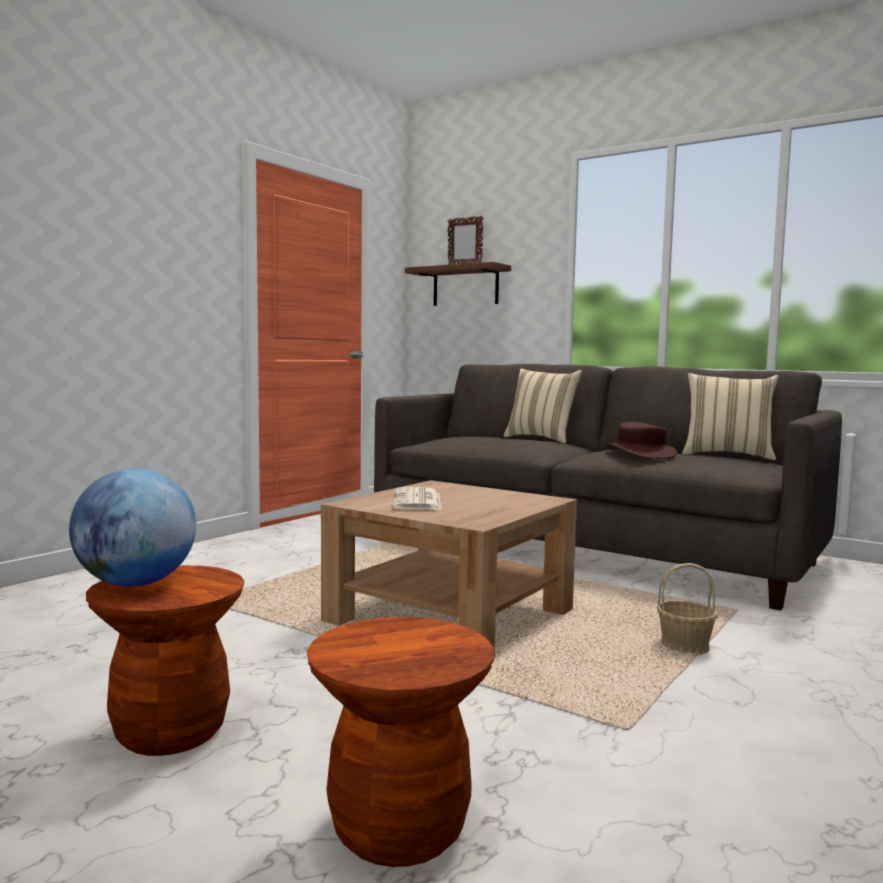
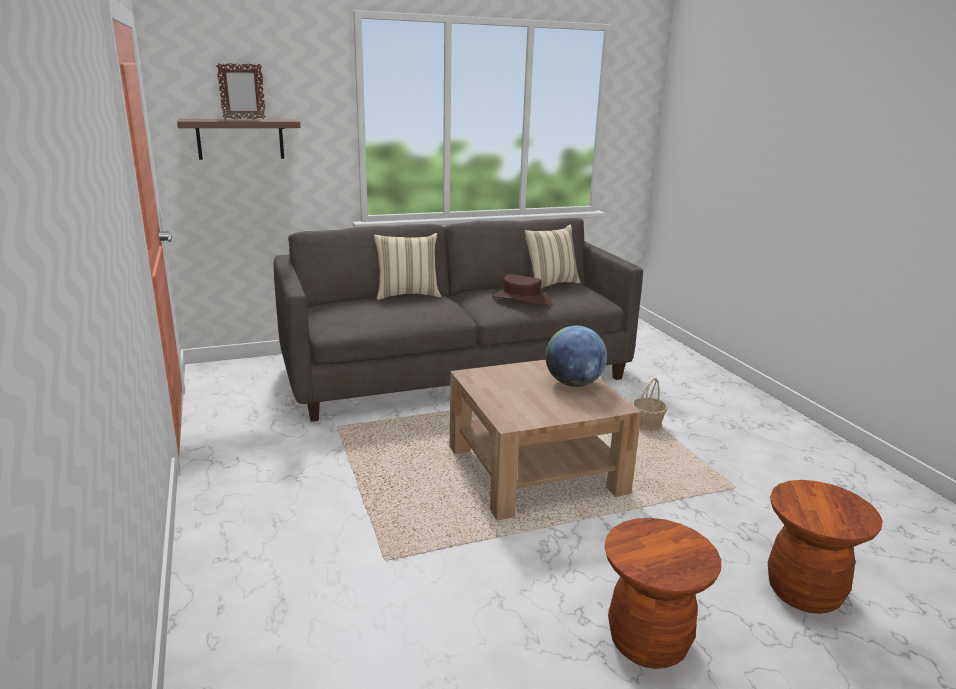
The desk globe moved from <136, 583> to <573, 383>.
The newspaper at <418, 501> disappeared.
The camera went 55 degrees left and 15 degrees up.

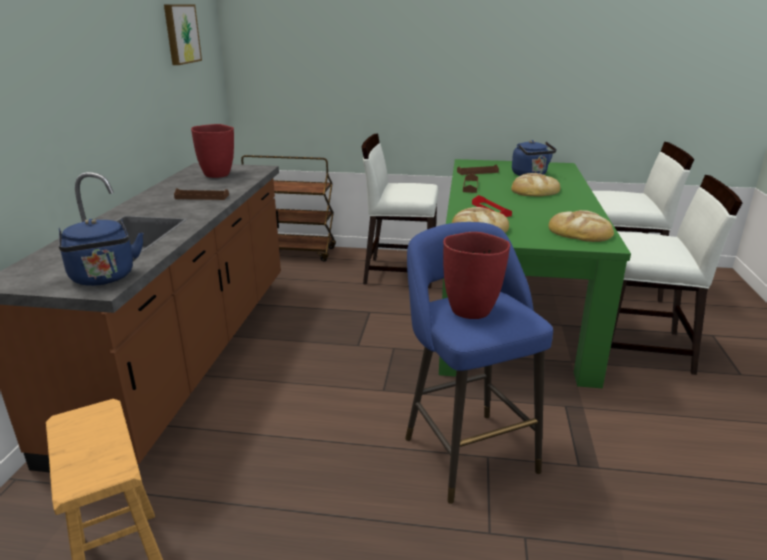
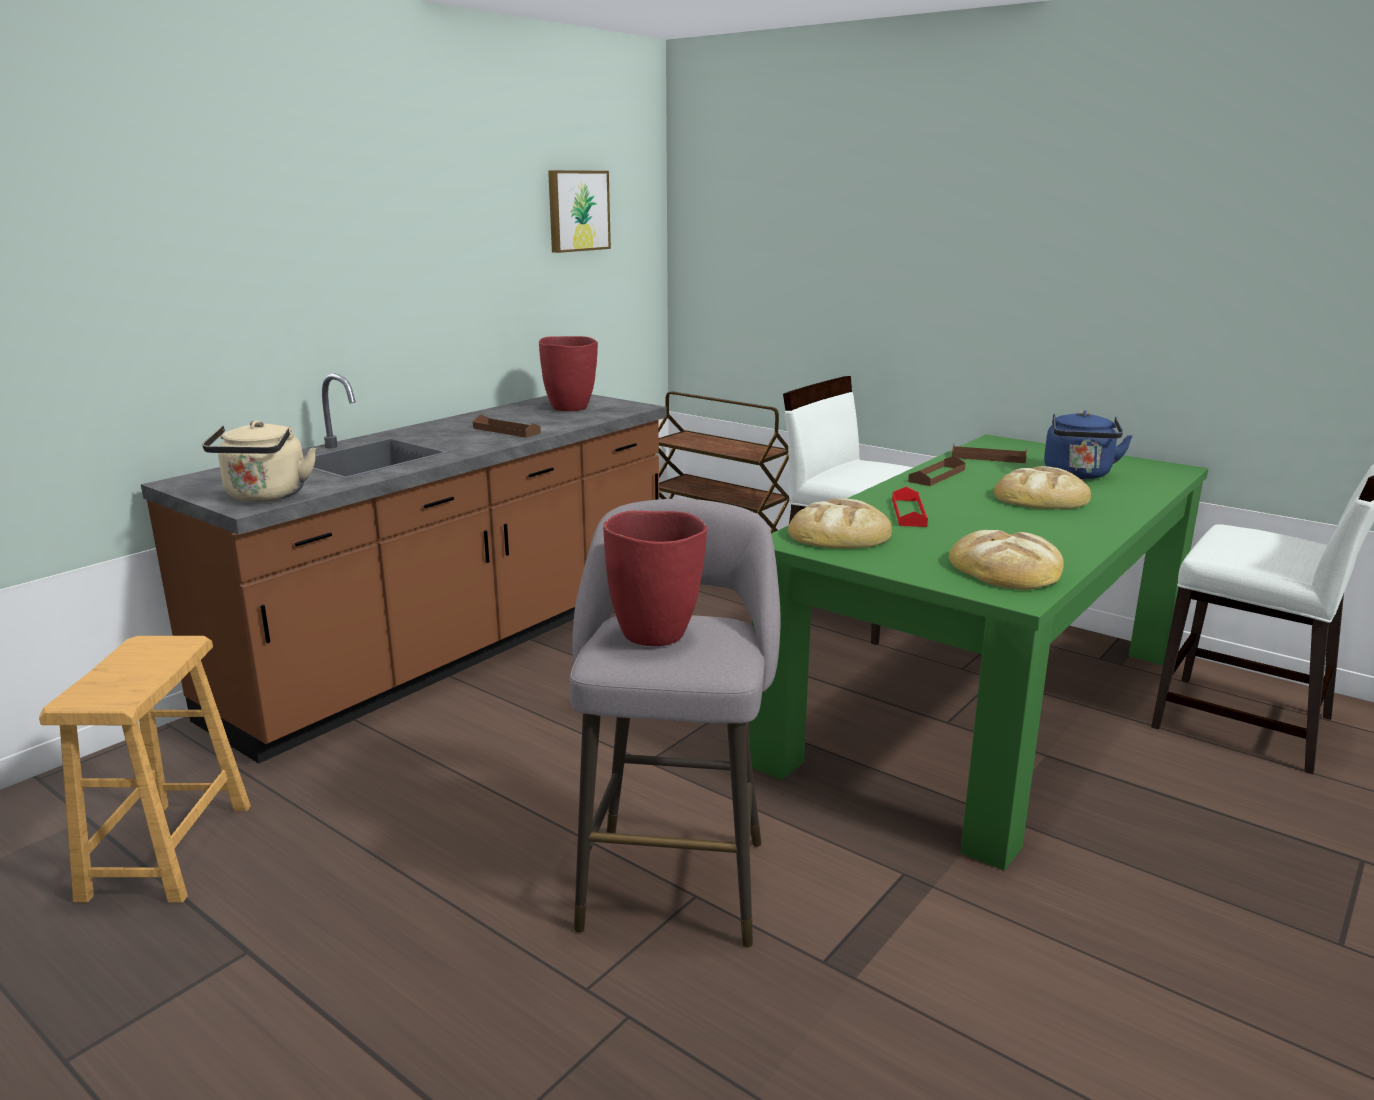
The blue kettle at <104, 278> became the beige kettle at <265, 497>.
The blue stool at <466, 449> became the greyish stool at <675, 875>.
The white-coloured plain chair at <642, 348> disappeared.
The camera went 30 degrees right and 5 degrees down.

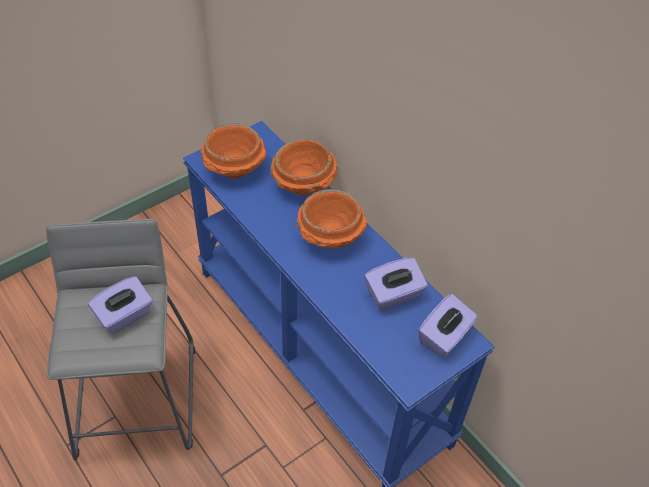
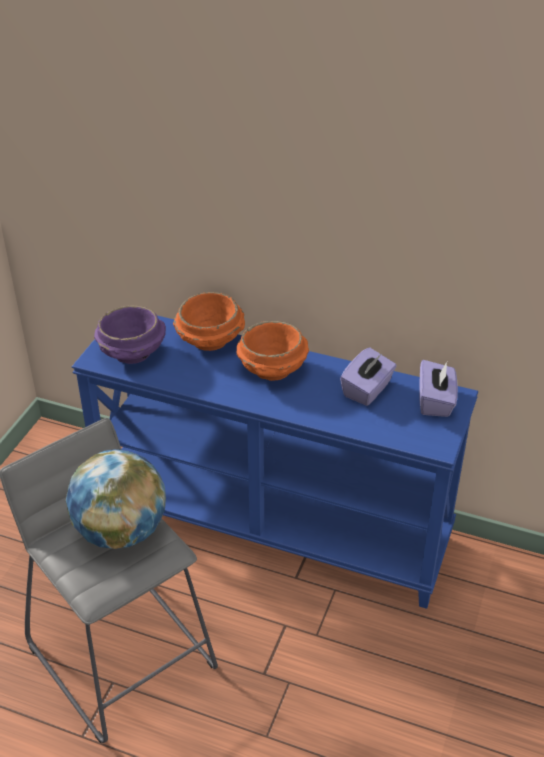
The purple box of tissues at <124, 315> was replaced by the desk globe at <121, 531>.
The orange serving bowl at <234, 168> became the purple serving bowl at <132, 354>.
The camera went 30 degrees left and 10 degrees down.

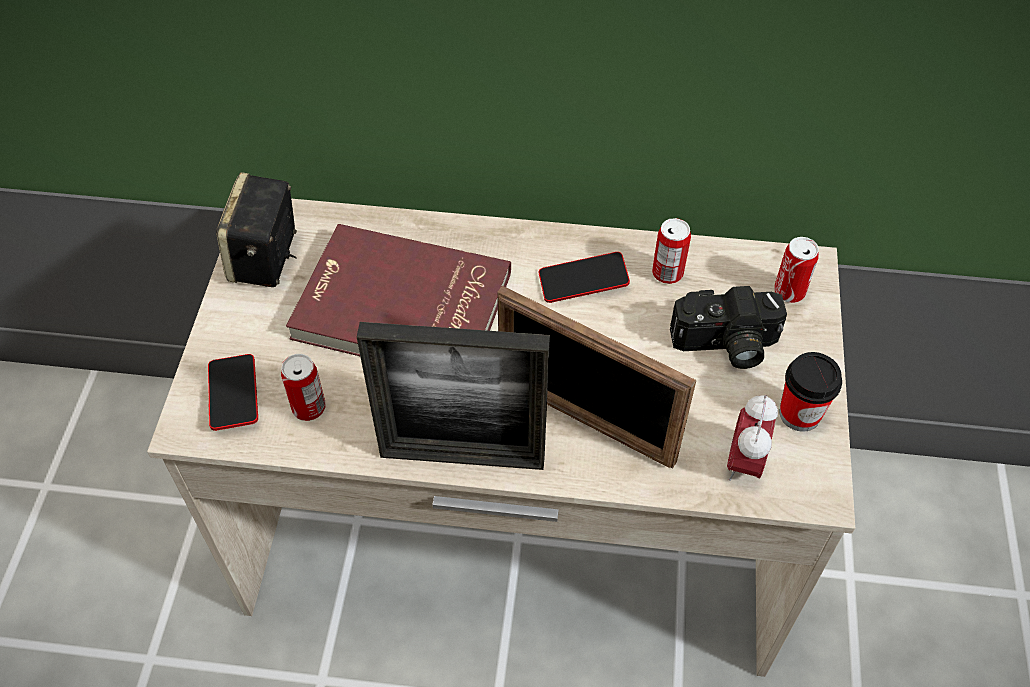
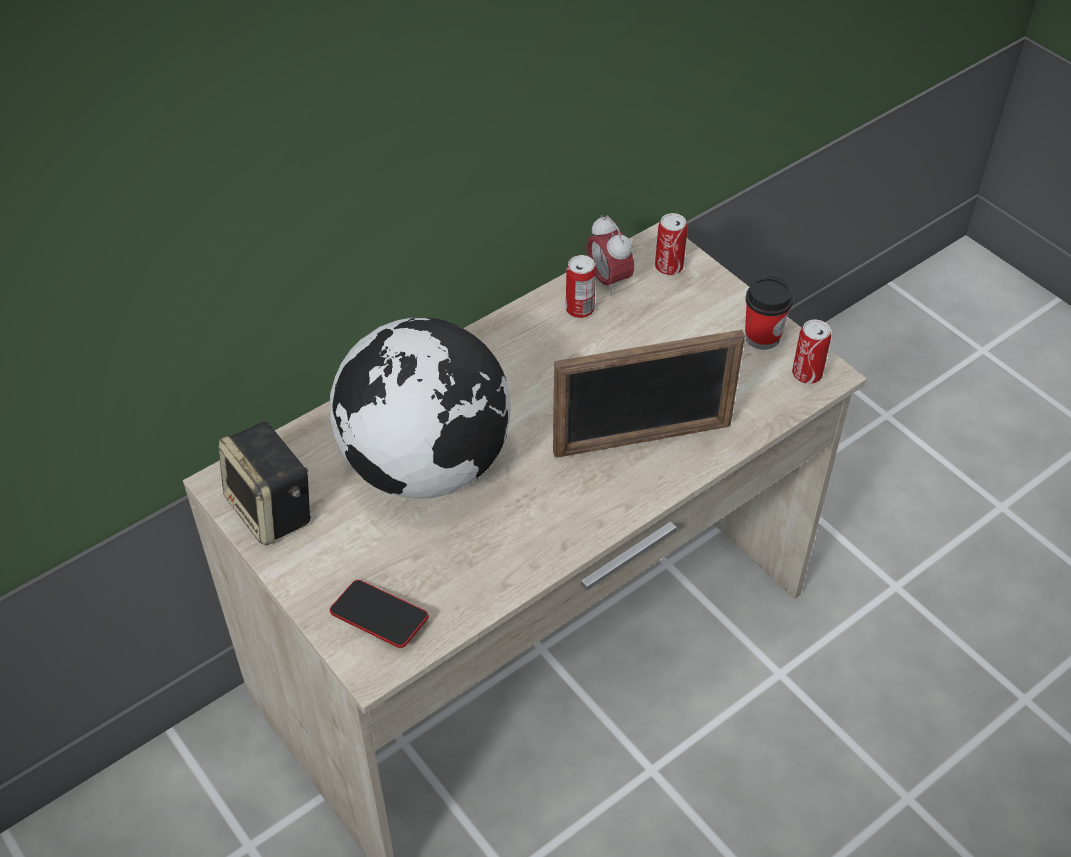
The sealed can moved from <308, 407> to <807, 374>.
The red-coloured book at <401, 309> was replaced by the desk globe at <426, 466>.
The photo frame at <462, 456> disappeared.
The handset at <583, 281> disappeared.
The still camera at <725, 345> disappeared.
The alarm clock moved from <744, 462> to <608, 280>.
The camera went 45 degrees left and 5 degrees down.

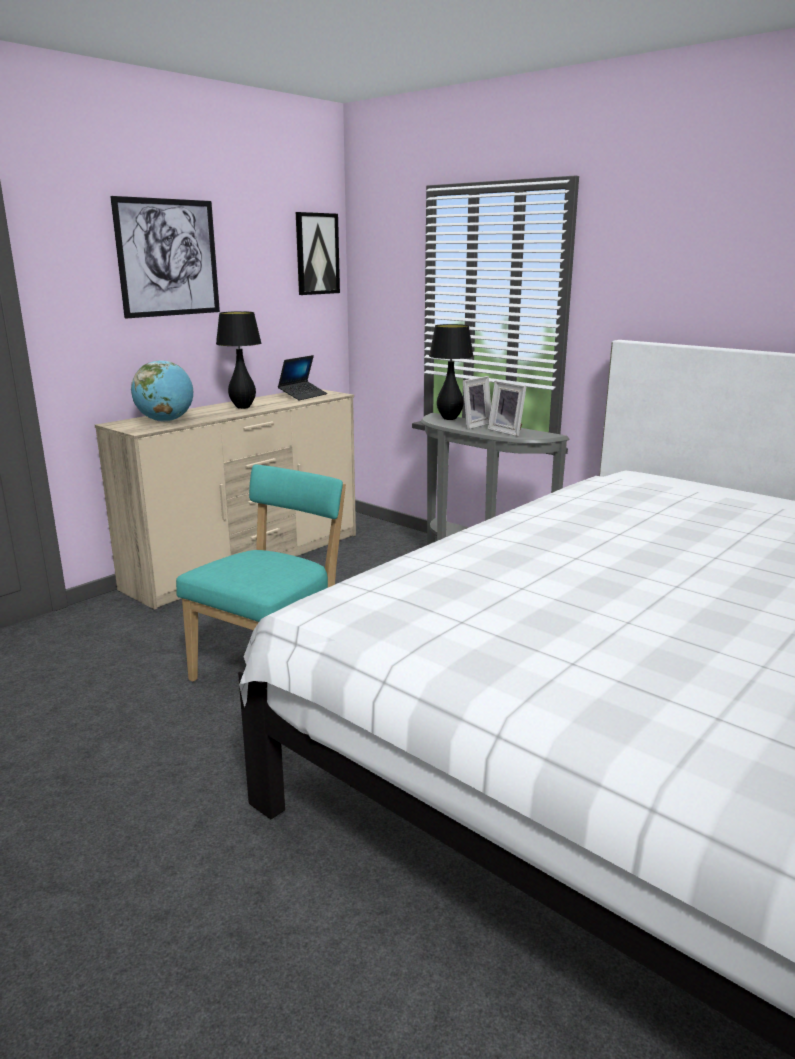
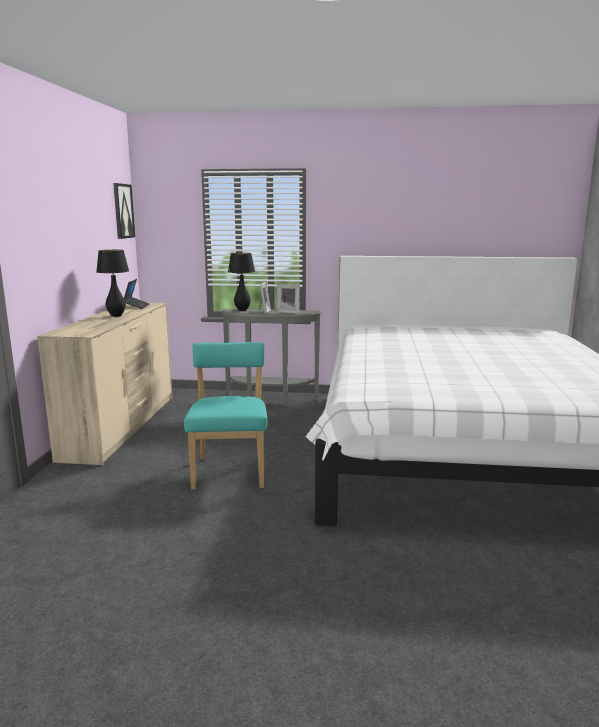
The picture at <168, 258> disappeared.
The desk globe at <166, 421> disappeared.
The camera went 35 degrees left and 5 degrees down.

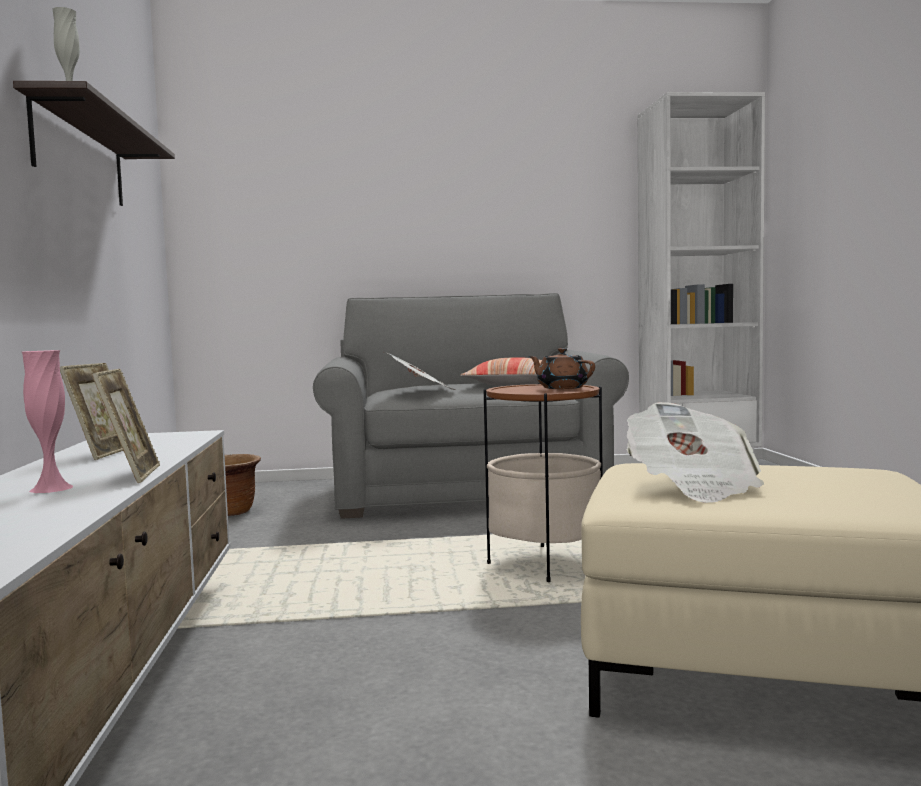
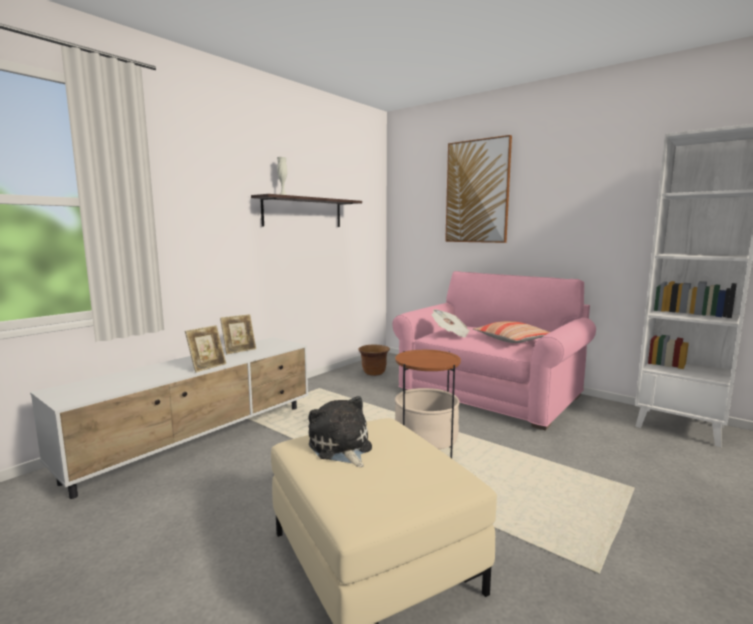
The pink-coloured vase at <51, 488> disappeared.
The greyish settee at <467, 492> became the pink-coloured settee at <490, 394>.
The brown-coloured pot for tea at <561, 388> disappeared.
The newspaper at <692, 487> was replaced by the plush toy at <341, 448>.
The picture at <477, 192> appeared.
The camera went 45 degrees right and 5 degrees up.

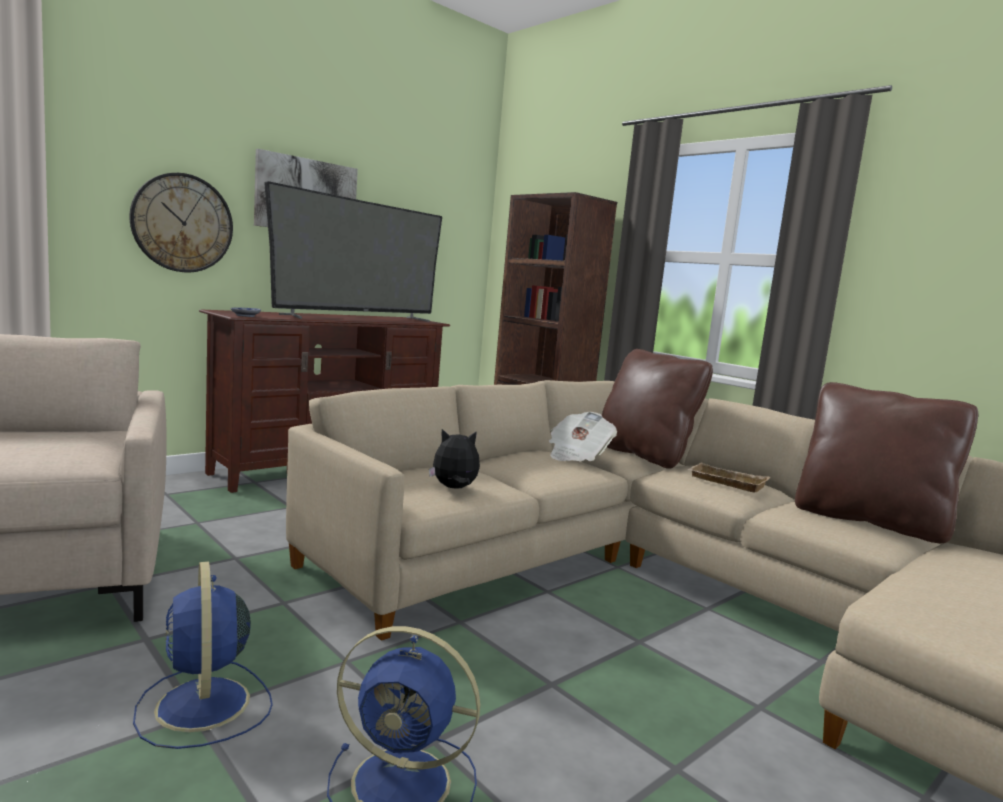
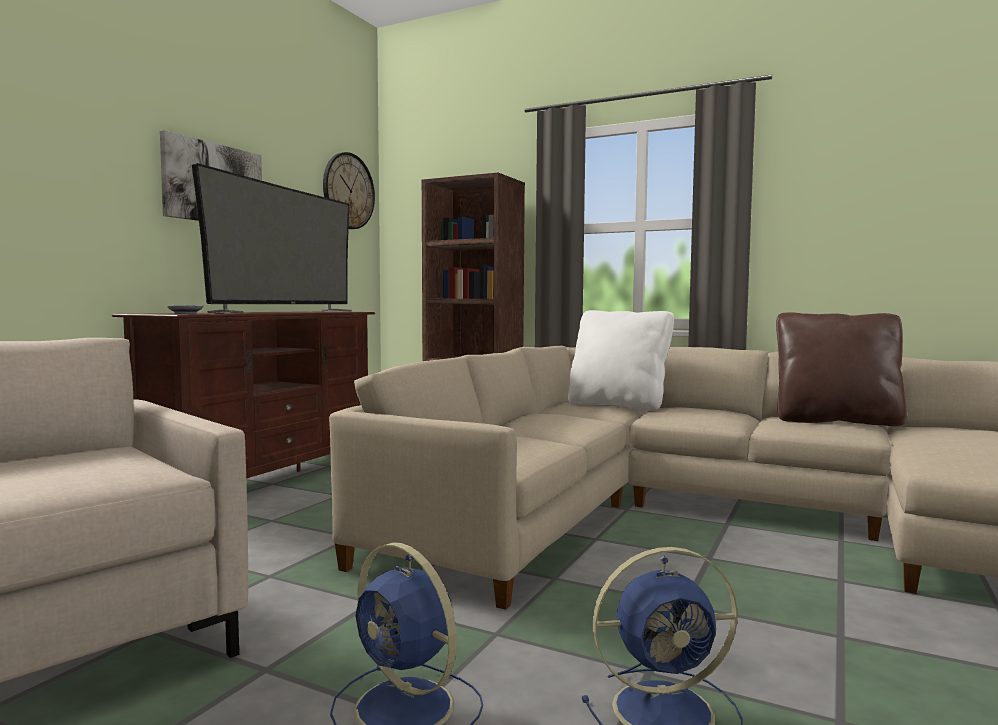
The hanging clock moved from <182, 223> to <348, 191>.
The plush toy at <454, 488> disappeared.
The newspaper at <577, 455> disappeared.
The brown-coloured pillow at <645, 455> became the white-coloured pillow at <618, 405>.
The beige carrying tray at <725, 482> disappeared.
The camera went 20 degrees left and 5 degrees down.

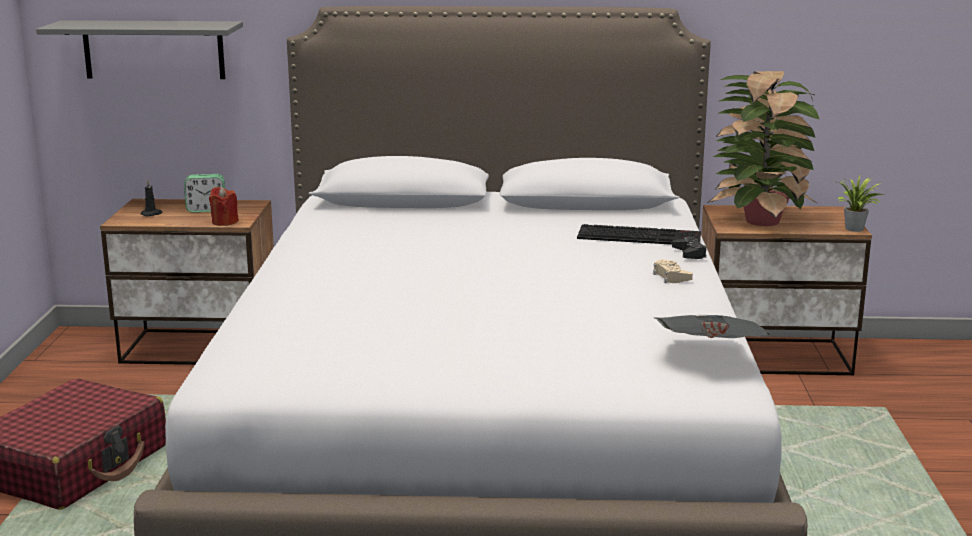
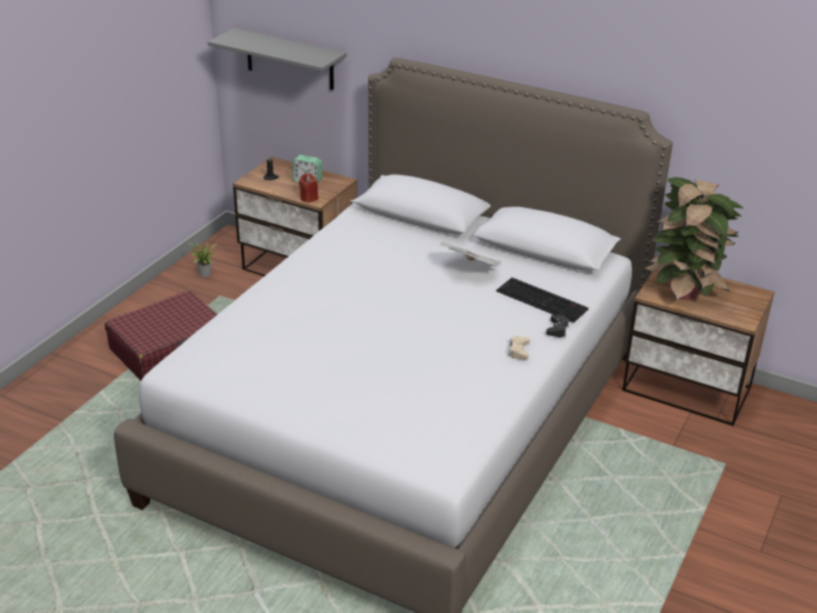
The newspaper moved from <710, 356> to <472, 269>.
The houseplant moved from <855, 229> to <204, 274>.
The camera went 25 degrees right and 15 degrees up.

